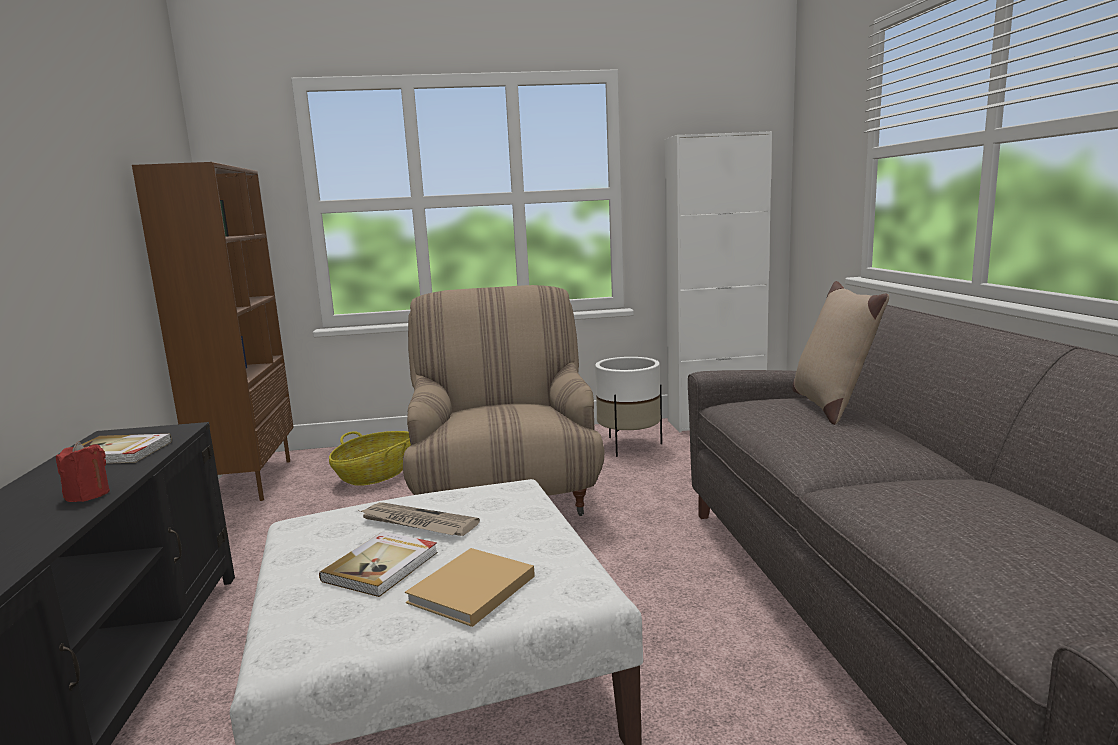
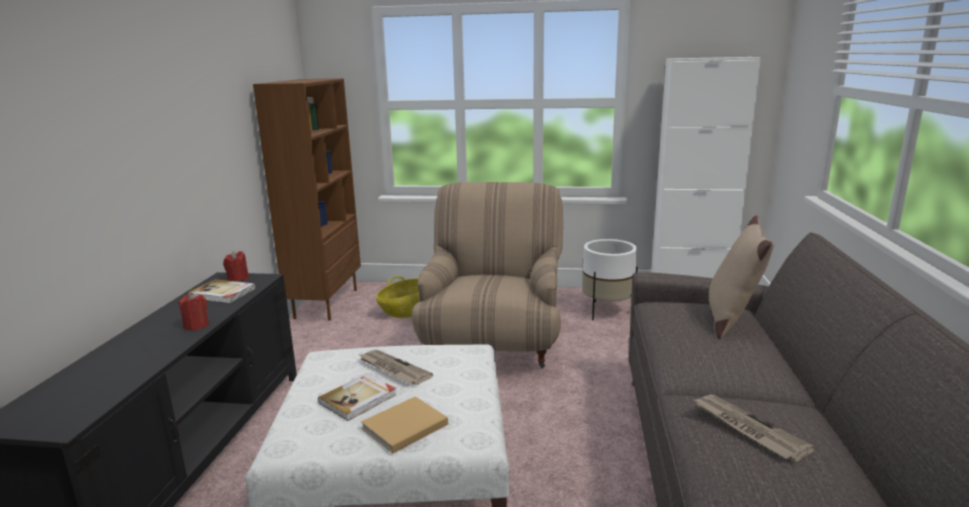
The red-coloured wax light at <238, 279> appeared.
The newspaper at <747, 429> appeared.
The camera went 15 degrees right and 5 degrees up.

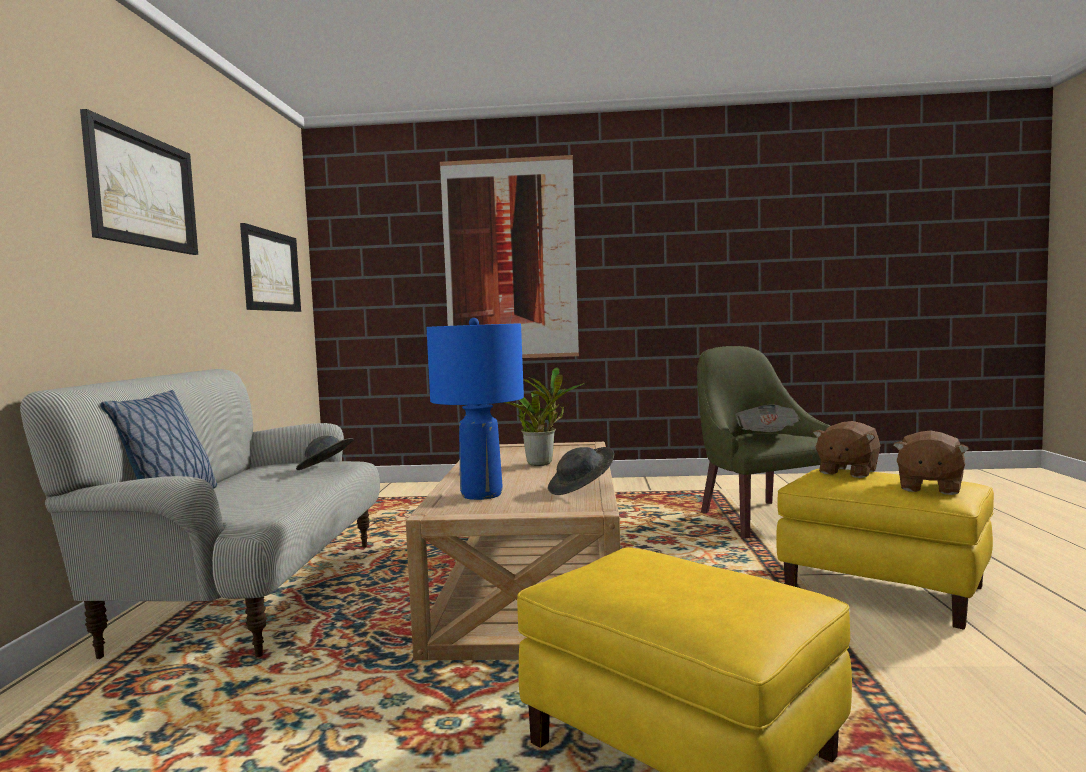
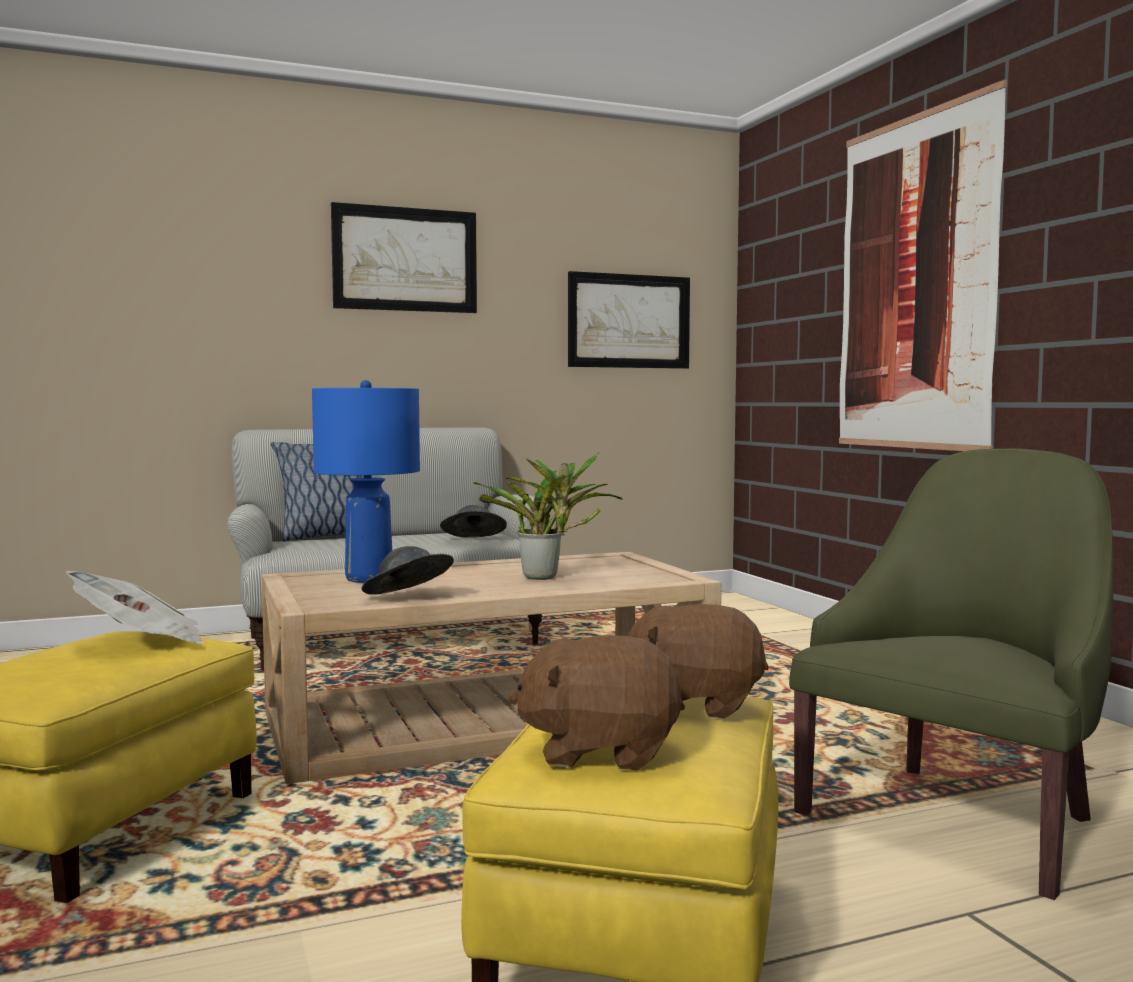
The newspaper moved from <767, 437> to <141, 642>.
The camera went 65 degrees right and 0 degrees up.

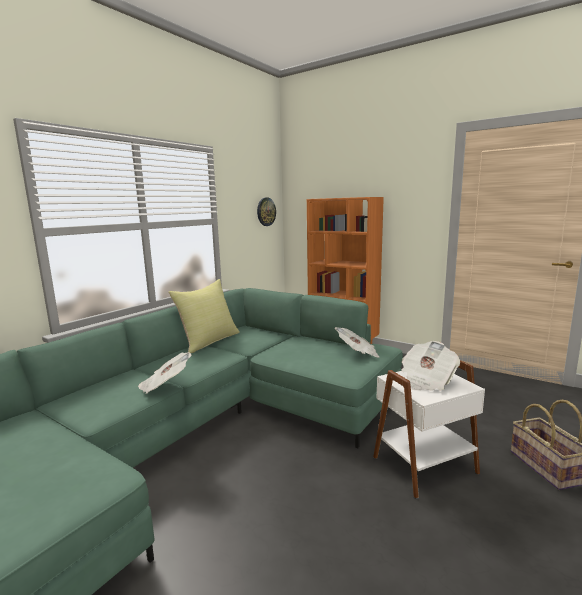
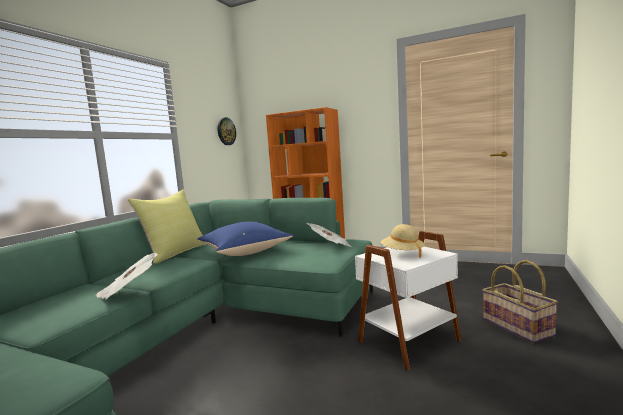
The newspaper at <426, 380> was replaced by the beige wearable hat at <402, 253>.
The blue pillow at <245, 252> appeared.
The camera went 10 degrees left and 5 degrees down.

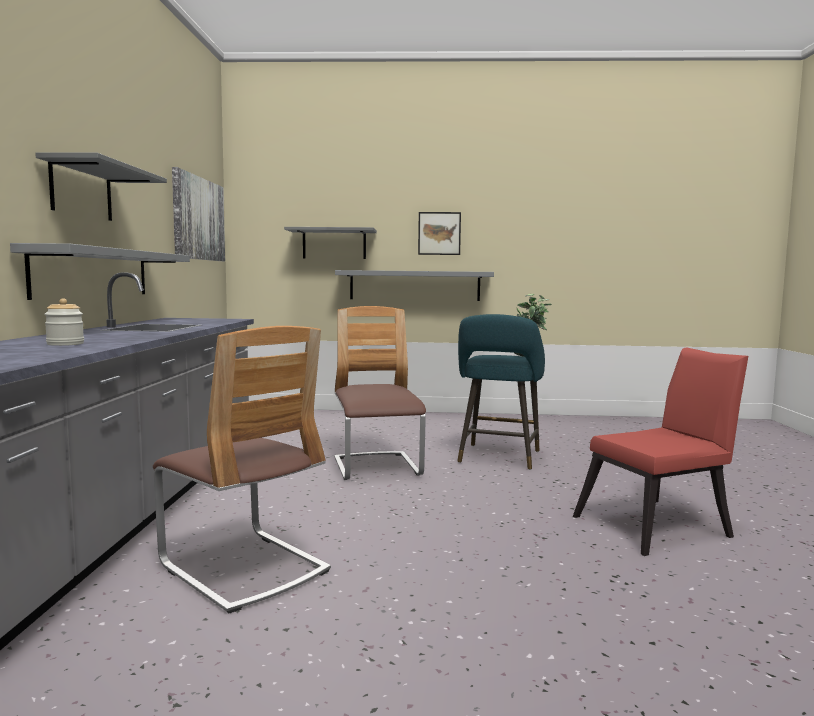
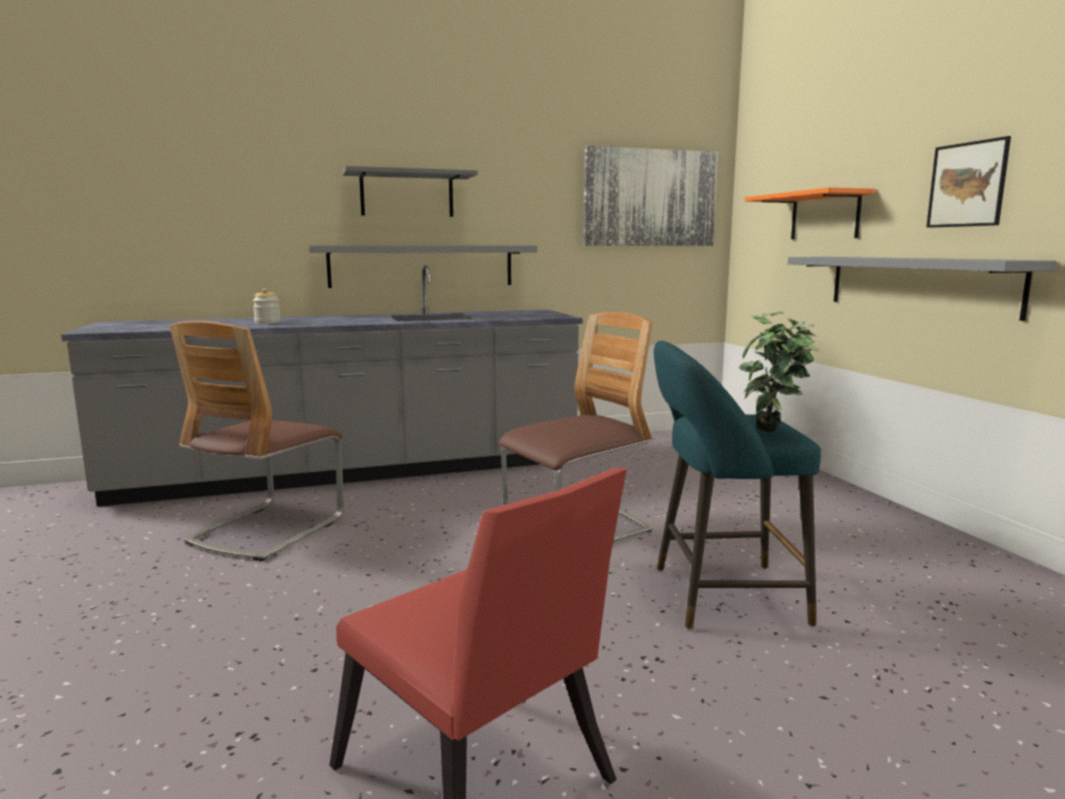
The greyish shelf at <334, 244> became the orange shelf at <825, 216>.
The camera went 70 degrees right and 5 degrees up.

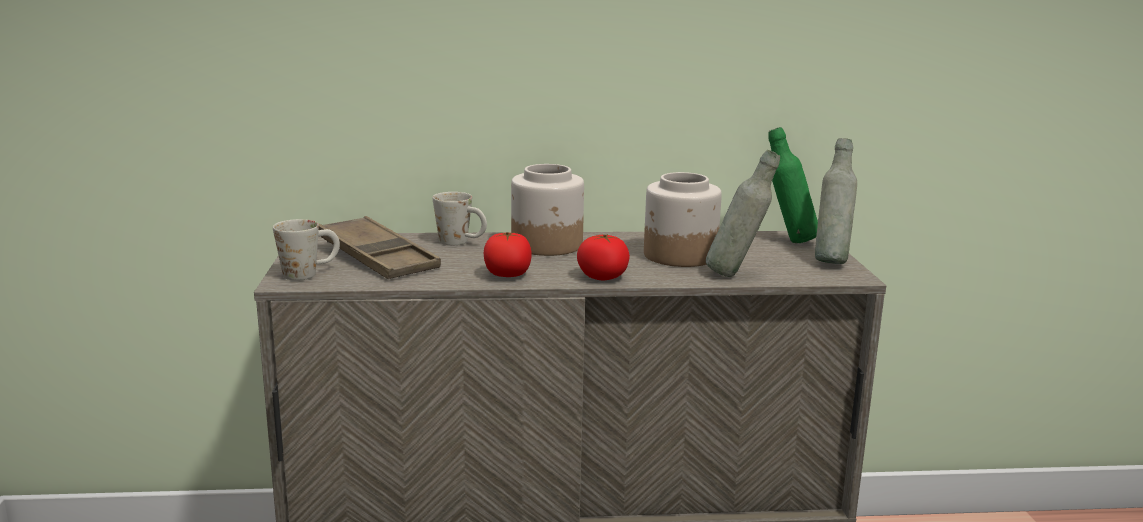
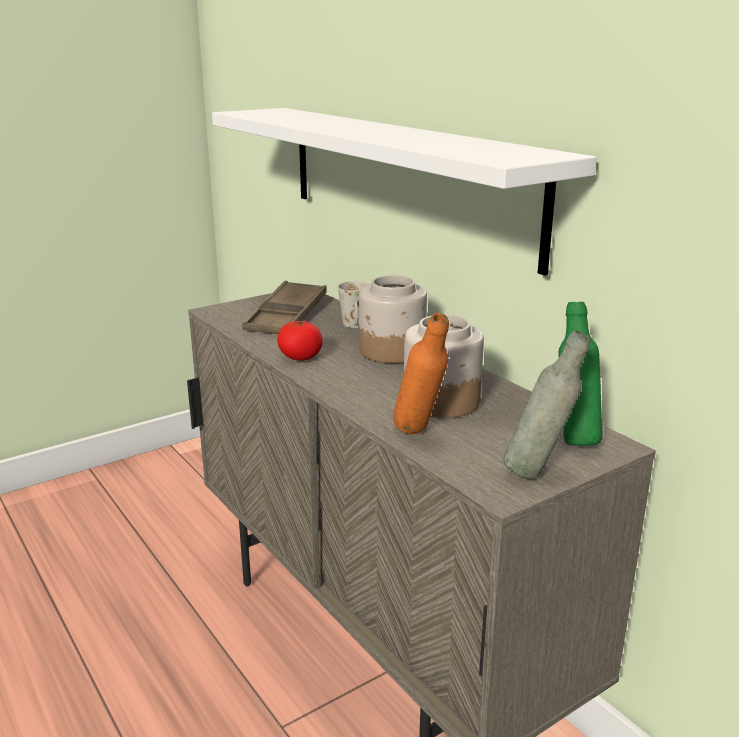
The white-coloured tea mug at <309, 273> disappeared.
The tomato at <602, 277> disappeared.
The greyish drink bottle at <737, 275> became the orange drink bottle at <419, 436>.
The white-coloured shelf at <404, 179> appeared.
The camera went 60 degrees right and 5 degrees up.

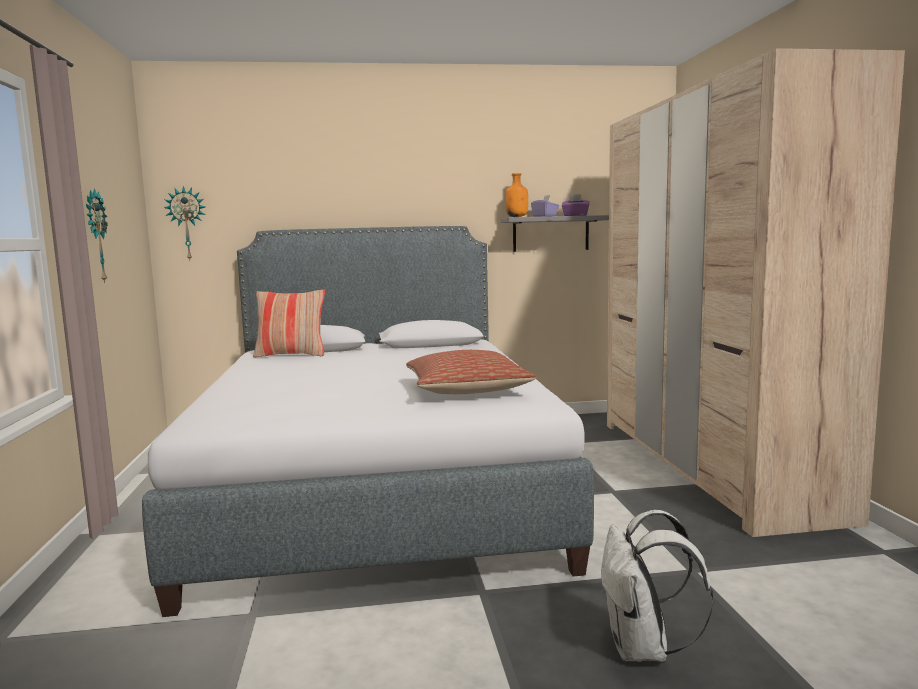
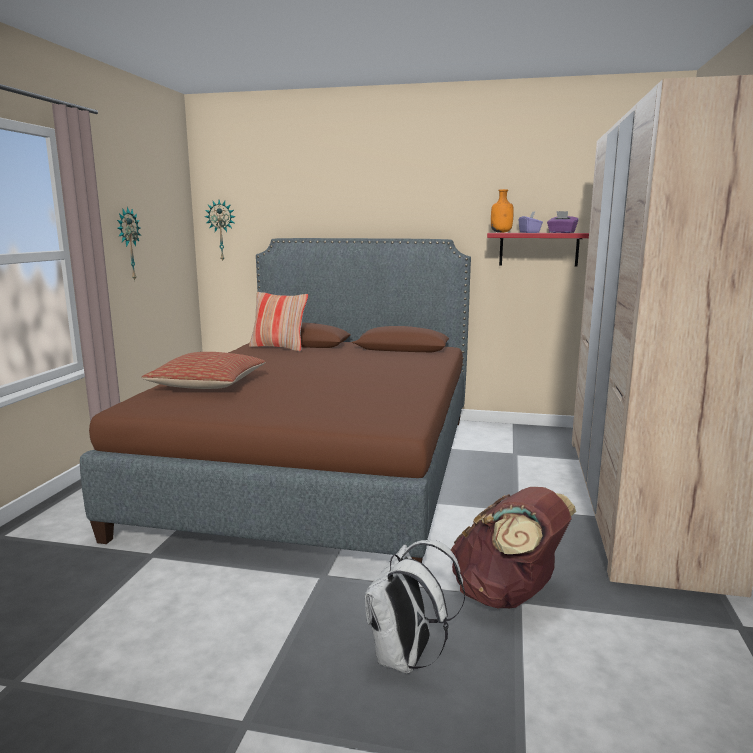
The greyish bedroom bed at <376, 486> became the brown-coloured bedroom bed at <319, 468>.
The pillow moved from <467, 390> to <208, 385>.
The greyish shelf at <550, 234> became the red-coloured shelf at <538, 249>.
The brown-coloured knapsack at <507, 596> appeared.
The camera went 20 degrees right and 5 degrees up.

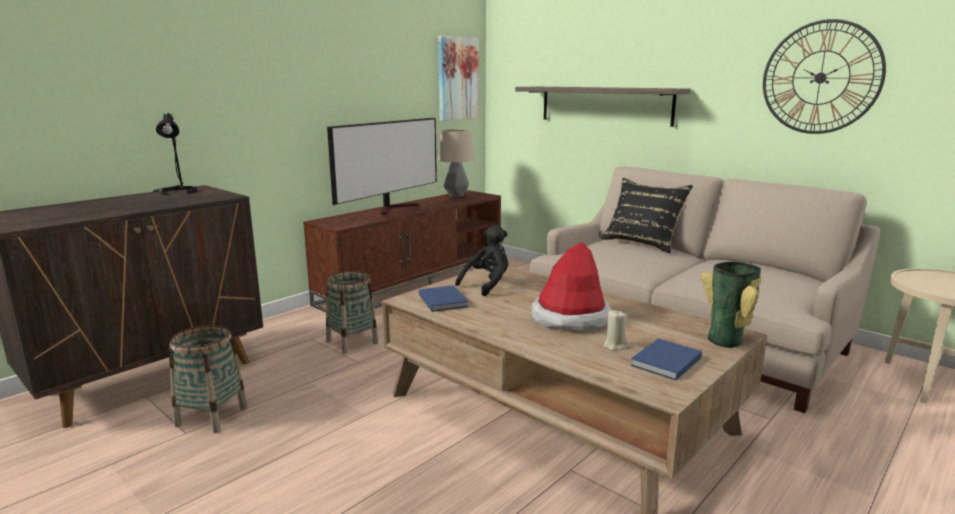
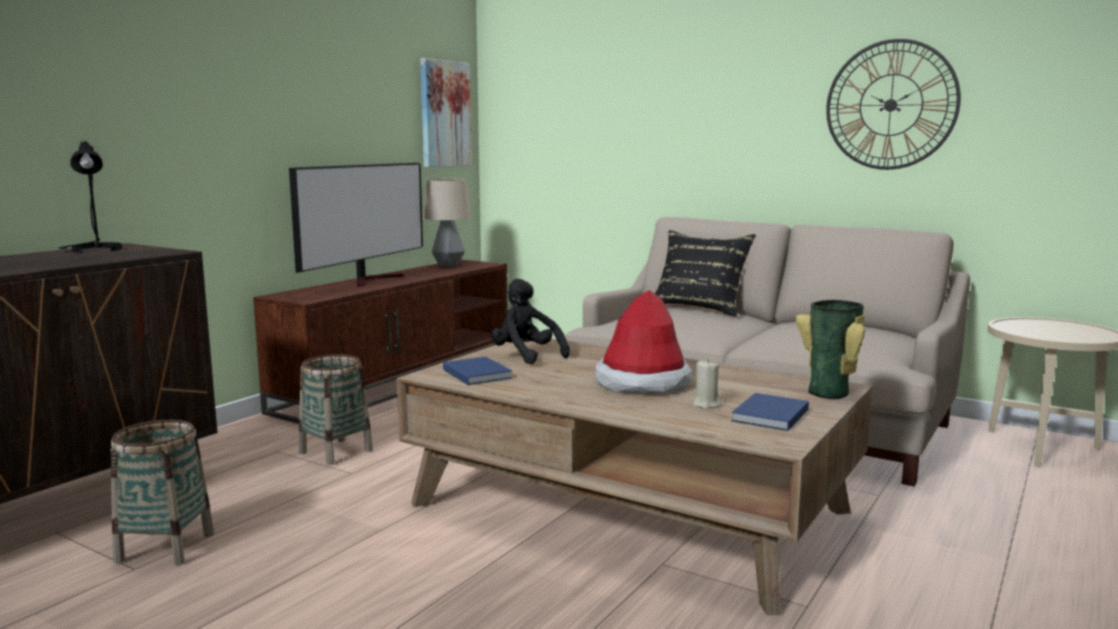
The black-coloured plush toy at <487, 285> turned 75 degrees counterclockwise.
The shelf at <604, 105> disappeared.
The camera went 10 degrees left and 5 degrees down.

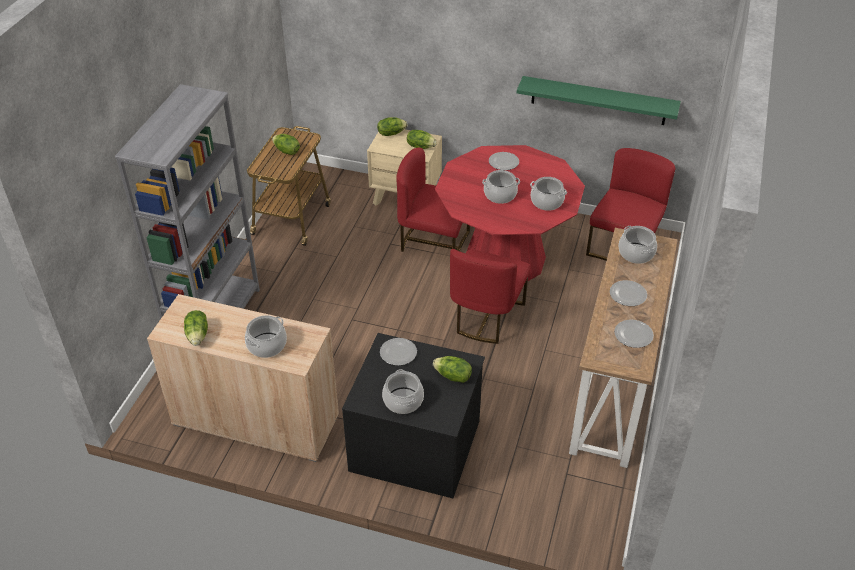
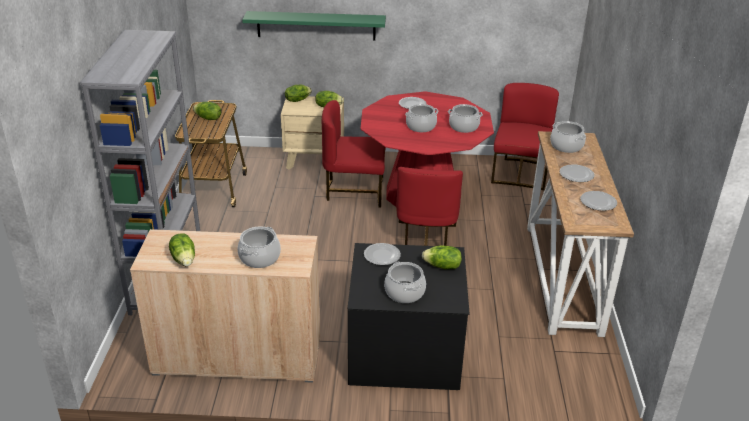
The greenish shelf moved from <598, 101> to <316, 25>.
The camera went 15 degrees left and 10 degrees down.

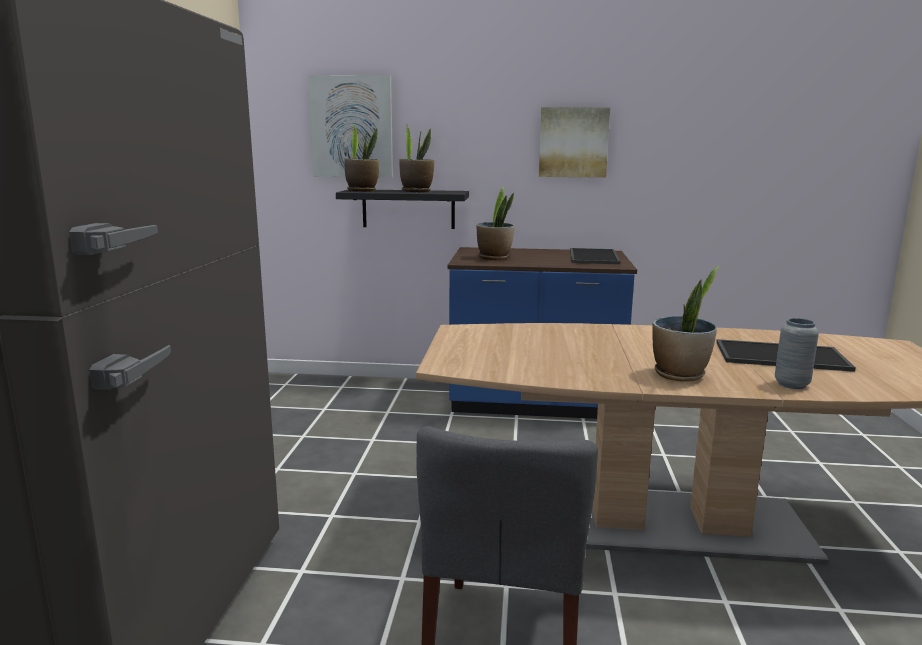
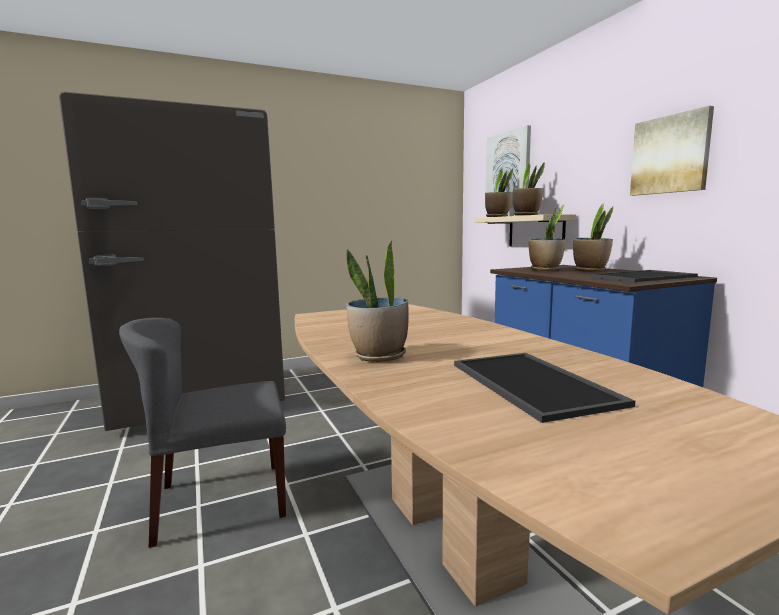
The black-coloured shelf at <408, 209> became the beige shelf at <535, 232>.
The greyish vase at <791, 384> disappeared.
The houseplant at <590, 270> appeared.
The camera went 60 degrees right and 5 degrees down.

